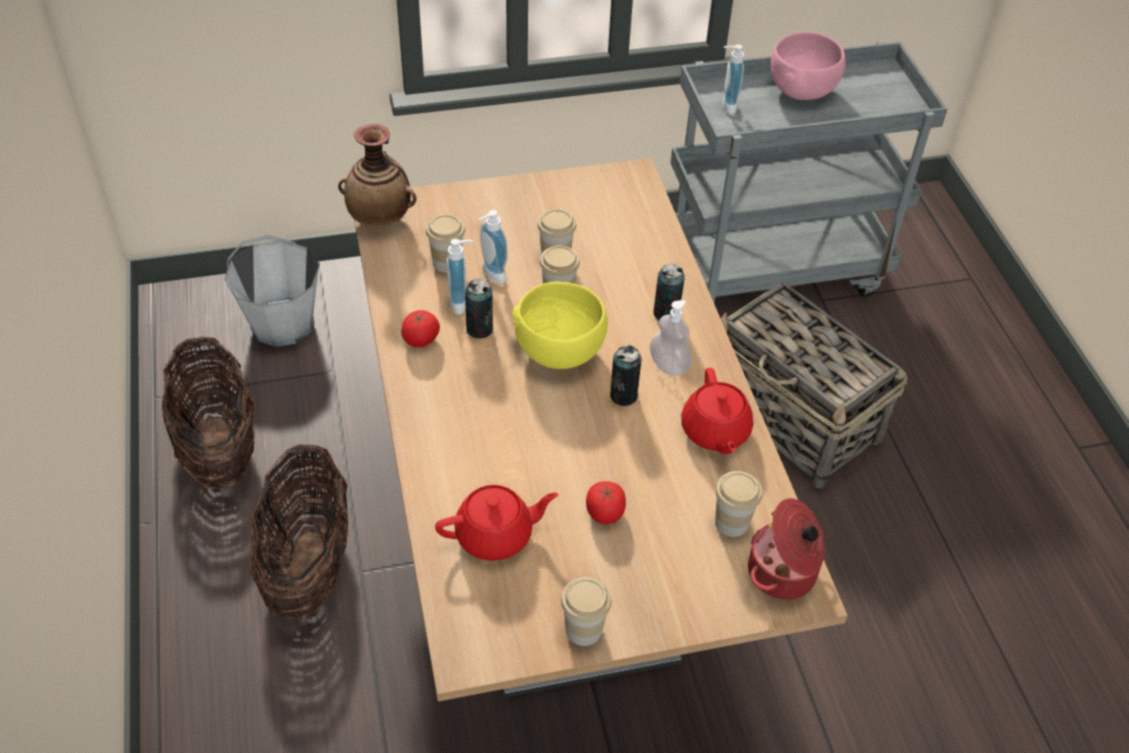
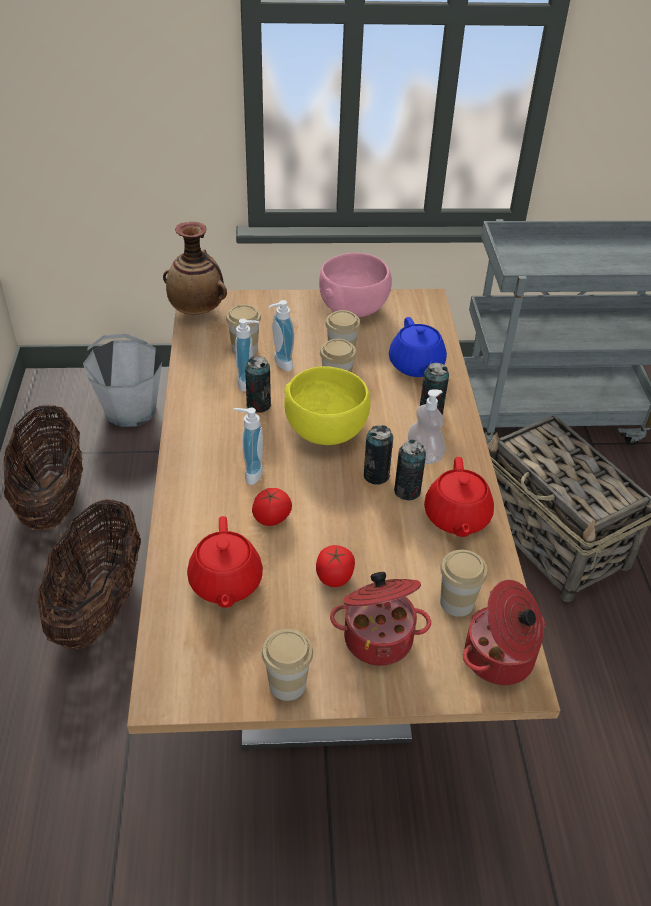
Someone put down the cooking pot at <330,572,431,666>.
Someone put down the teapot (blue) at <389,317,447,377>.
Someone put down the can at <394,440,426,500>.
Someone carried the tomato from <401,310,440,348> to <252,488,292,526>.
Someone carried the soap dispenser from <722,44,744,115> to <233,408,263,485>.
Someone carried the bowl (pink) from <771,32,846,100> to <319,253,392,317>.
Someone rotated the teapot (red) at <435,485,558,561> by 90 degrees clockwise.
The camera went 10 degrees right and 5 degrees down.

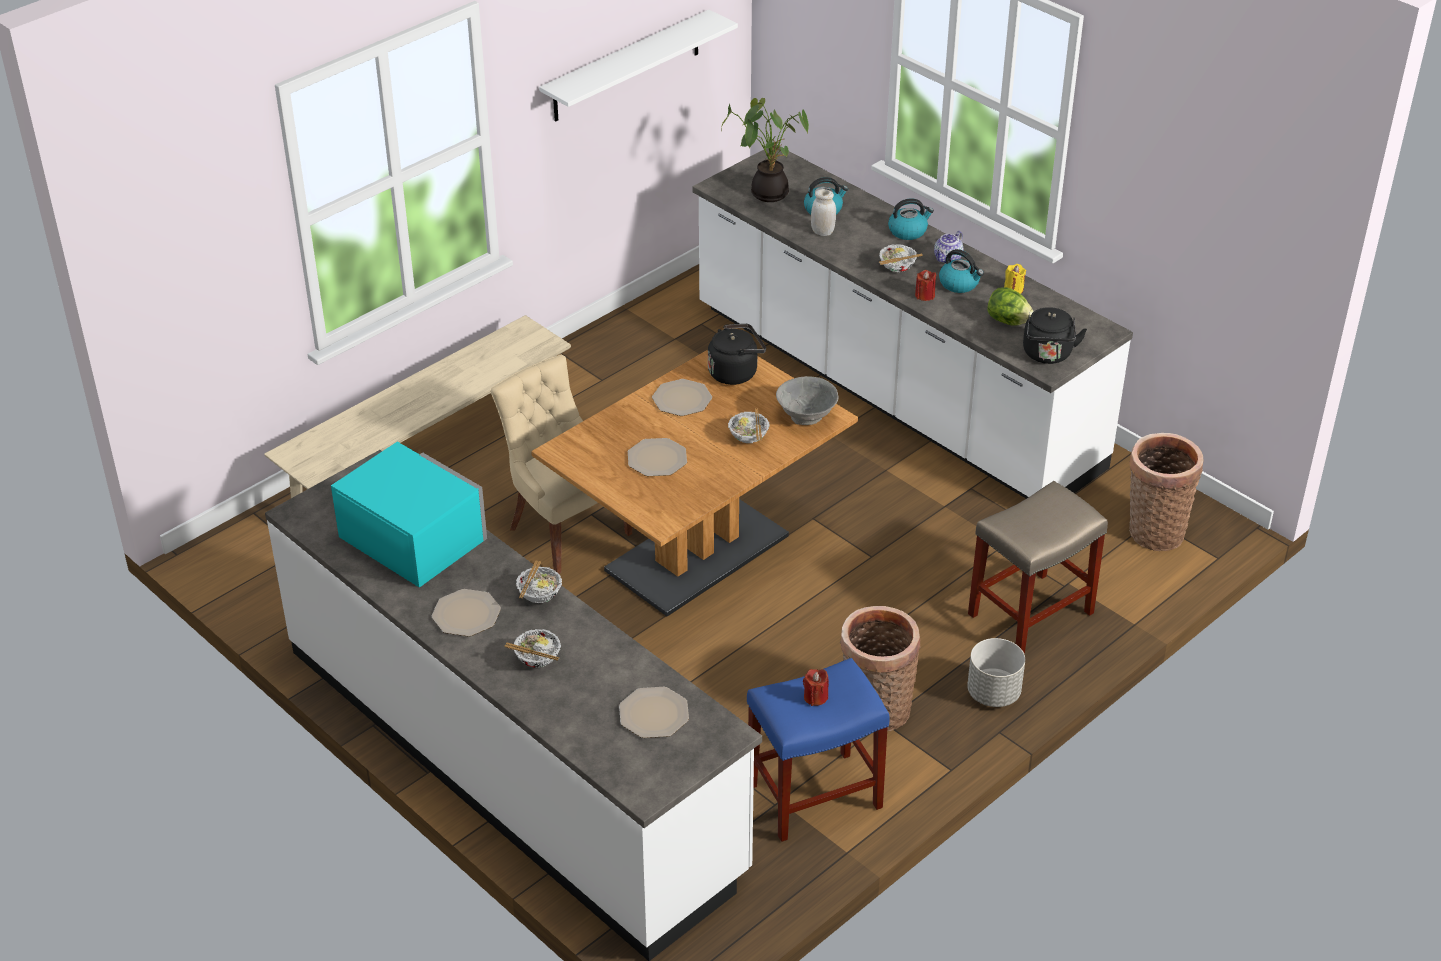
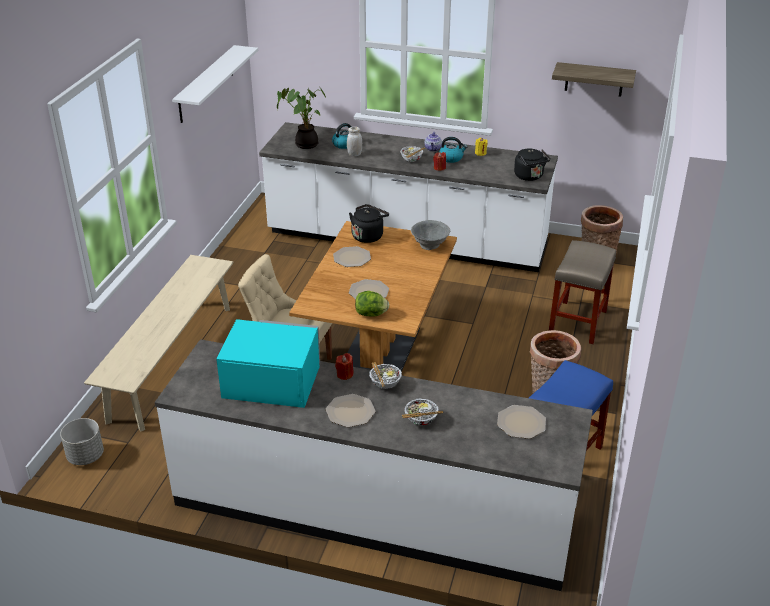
Someone took away the bowl at <728,408,770,443>.
Someone took away the kettle at <888,198,934,240>.
Someone put up the shelf at <552,62,636,97>.
Someone carried the candle (red) from <803,669,829,706> to <335,353,354,380>.
Someone carried the planter (grey) from <967,638,1025,707> to <60,418,104,465>.
Someone carried the lettuce from <987,288,1034,326> to <355,291,389,317>.
The camera went 30 degrees left and 5 degrees down.

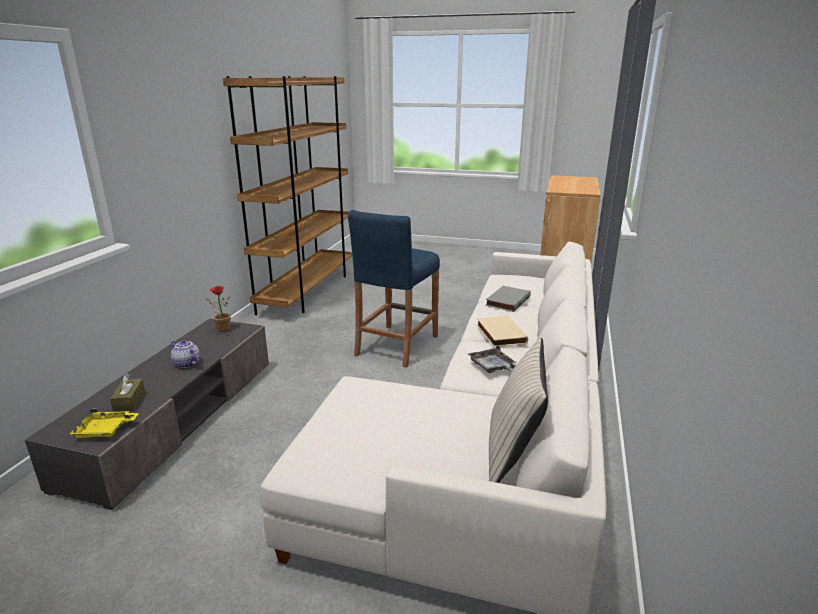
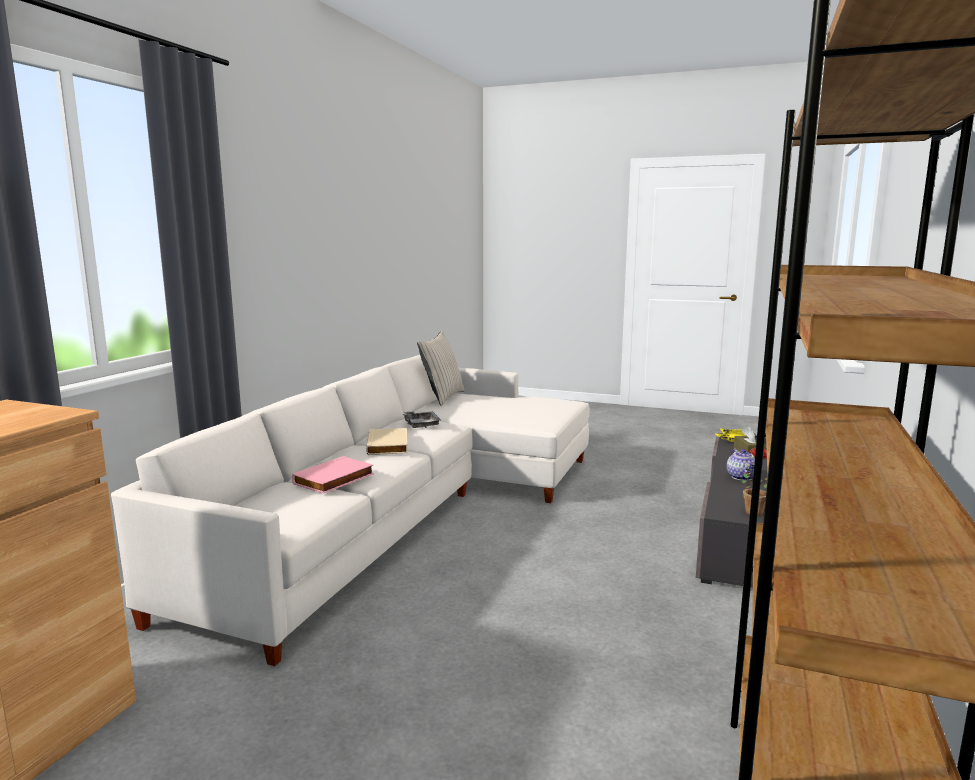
Someone took away the stool (blue) at <348,210,440,368>.
Someone repainted the book (grey) at <485,286,531,312>, which became the book (pink) at <292,456,374,494>.
Someone rotated the teapot at <170,340,200,368> by 45 degrees clockwise.
The camera went 175 degrees left and 10 degrees down.

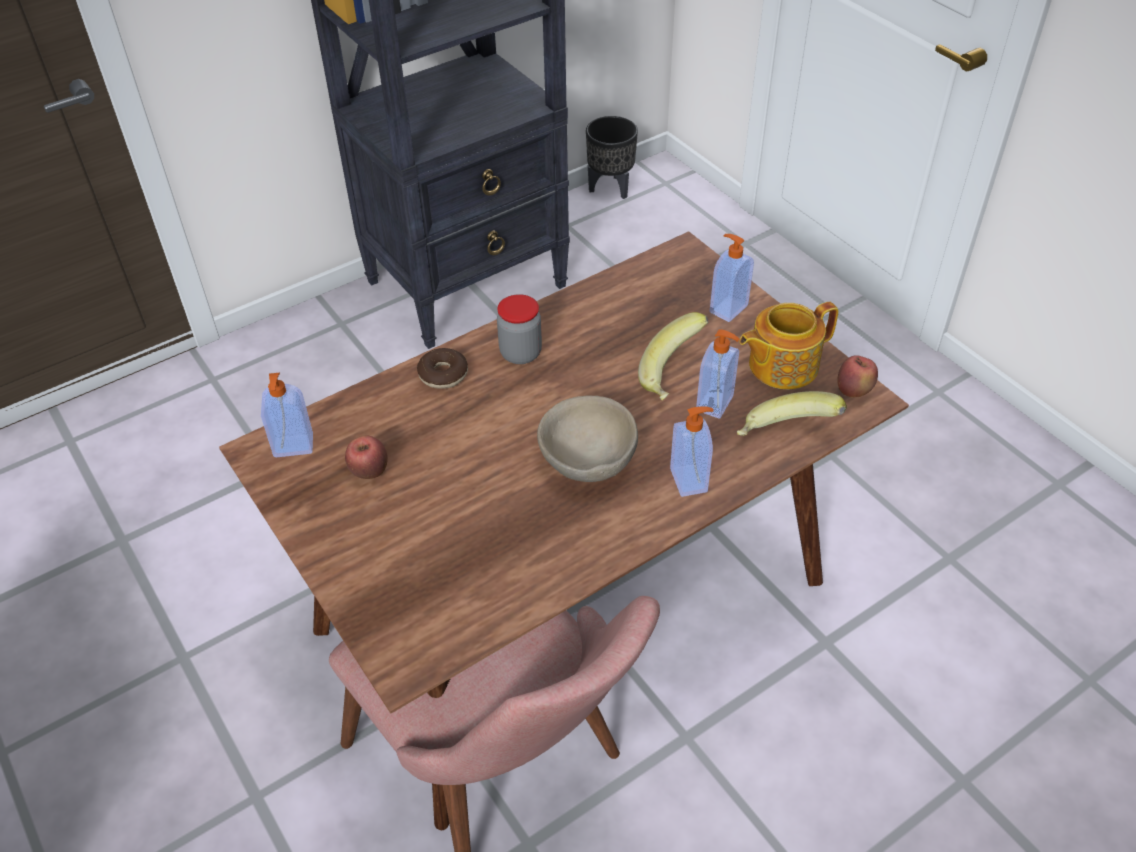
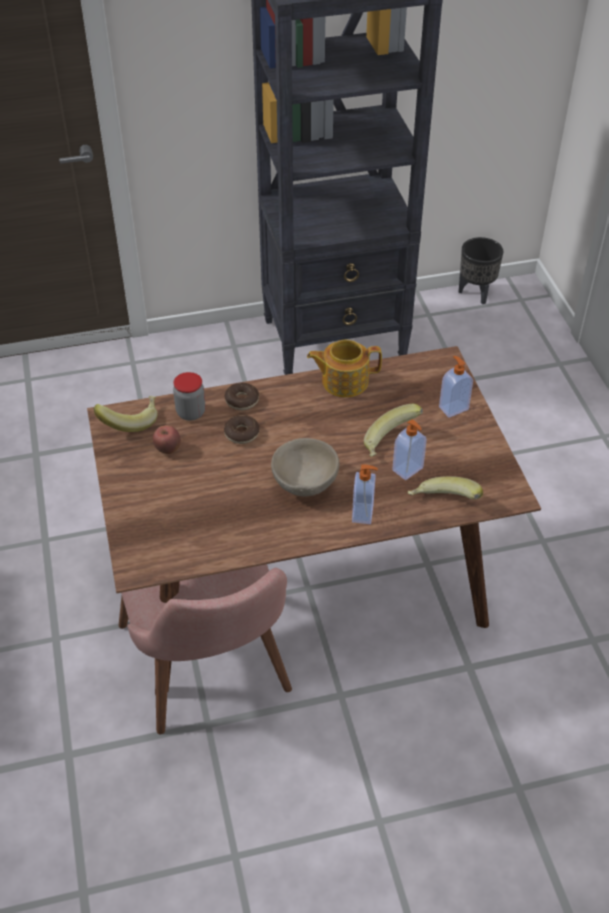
Someone took away the apple at <837,355,878,397>.
Someone put down the donut at <224,415,259,444>.
Someone carried the jar from <497,294,542,364> to <173,372,206,421>.
Someone carried the teapot from <739,302,839,389> to <307,340,382,398>.
Someone swapped the soap dispenser at <261,373,313,457> for the banana at <94,396,158,432>.
The camera went 20 degrees right and 0 degrees up.

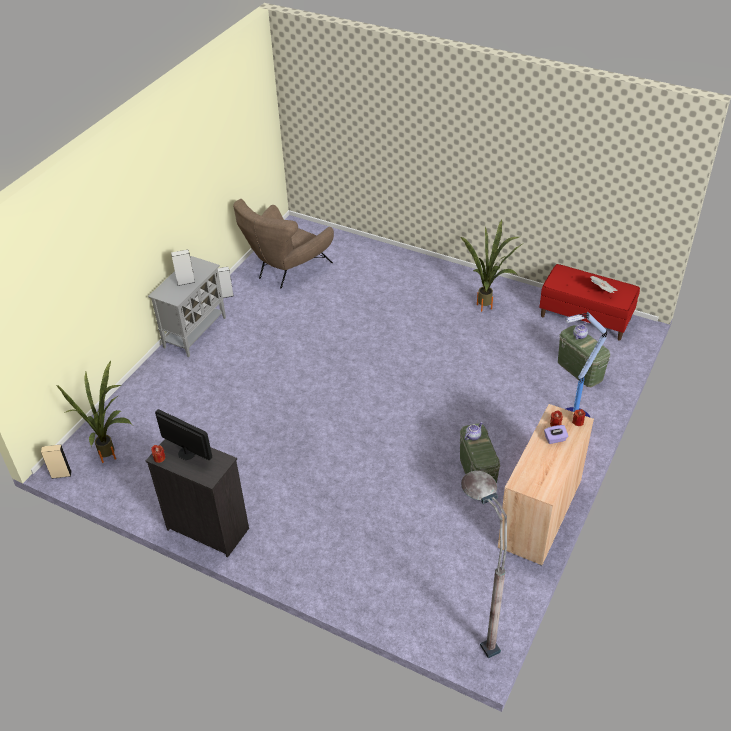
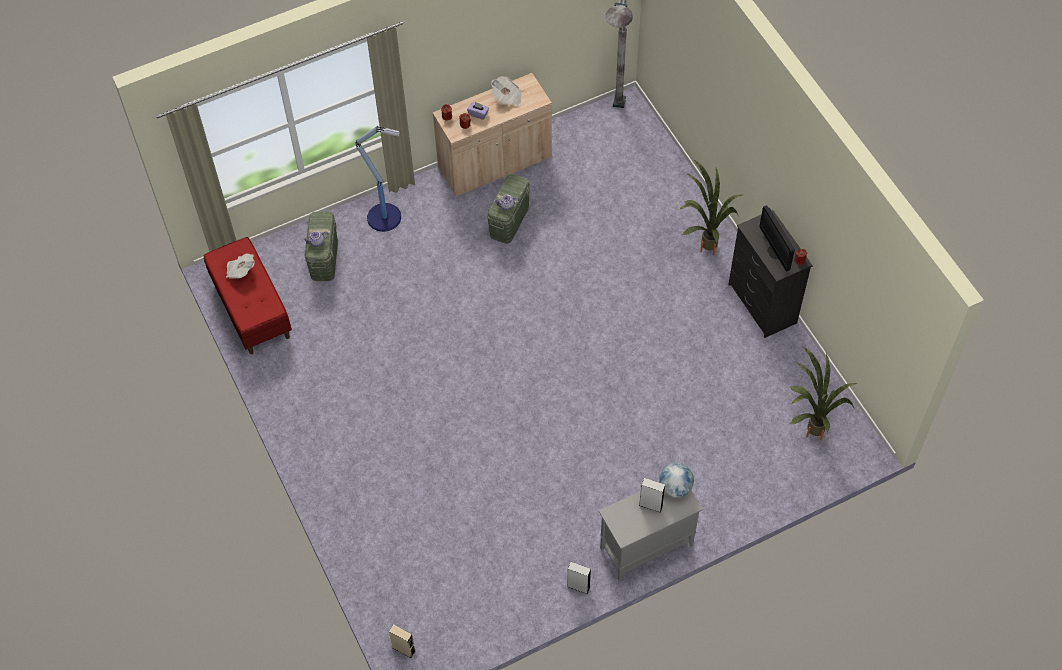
Someone took away the armchair (brown) at <233,199,334,289>.
Someone put down the newspaper at <491,76,522,106>.
Someone put down the globe at <659,463,694,498>.
Someone carried the speaker (beige) from <41,445,72,479> to <389,625,416,658>.
Someone carried the potted plant from <461,220,522,312> to <679,160,742,255>.
The camera went 145 degrees left and 15 degrees up.

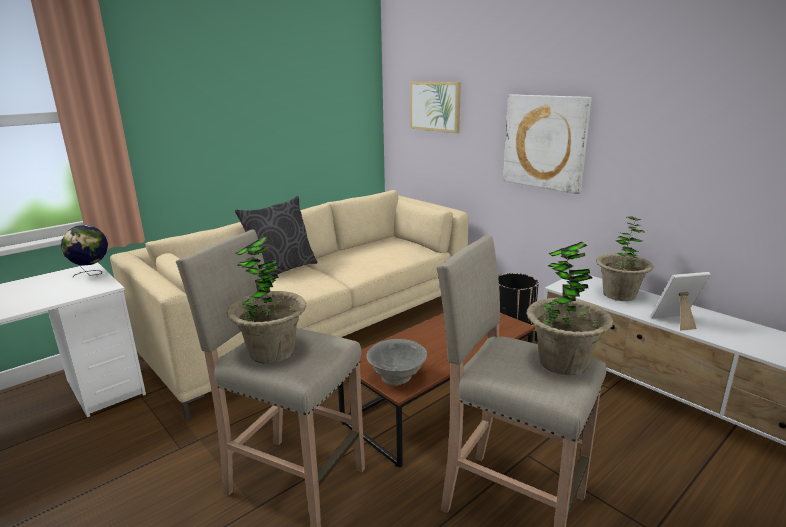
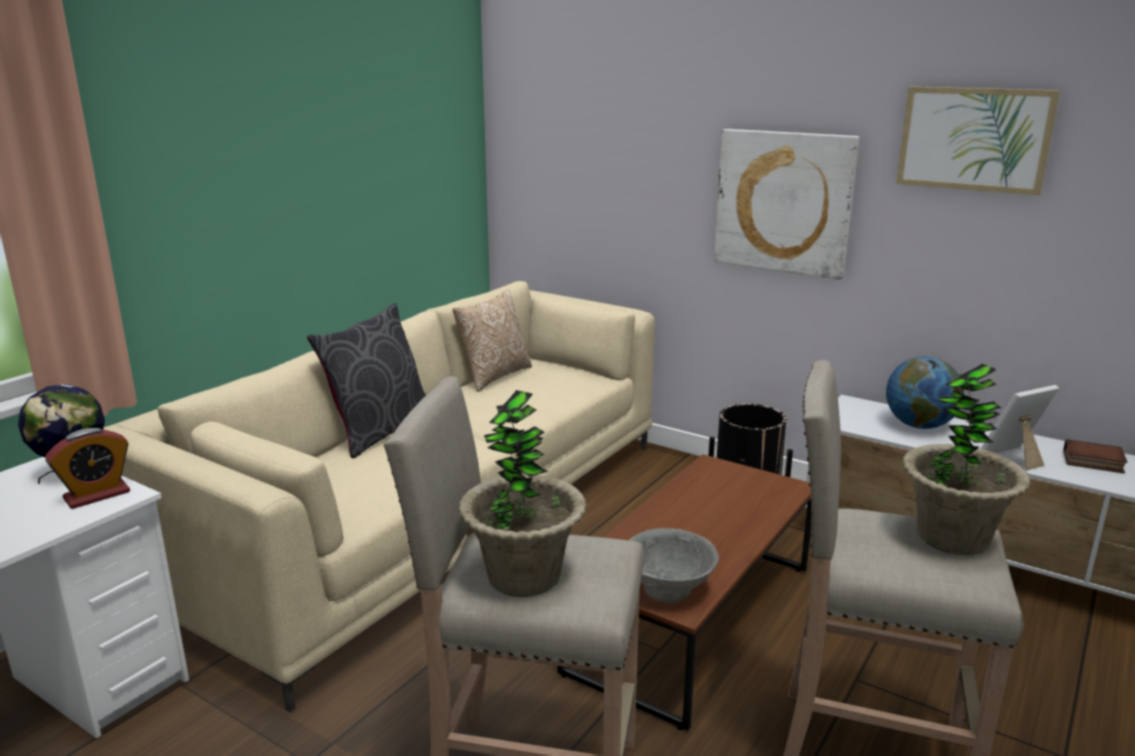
Someone put down the alarm clock at <45,428,130,509>.
Someone put down the pillow at <452,289,532,392>.
Someone put down the book at <1063,439,1127,473>.
Someone carried the picture from <410,81,461,133> to <896,87,1060,195>.
Someone swapped the potted plant at <596,216,654,301> for the globe at <886,356,964,429>.
The camera went 15 degrees left and 0 degrees up.

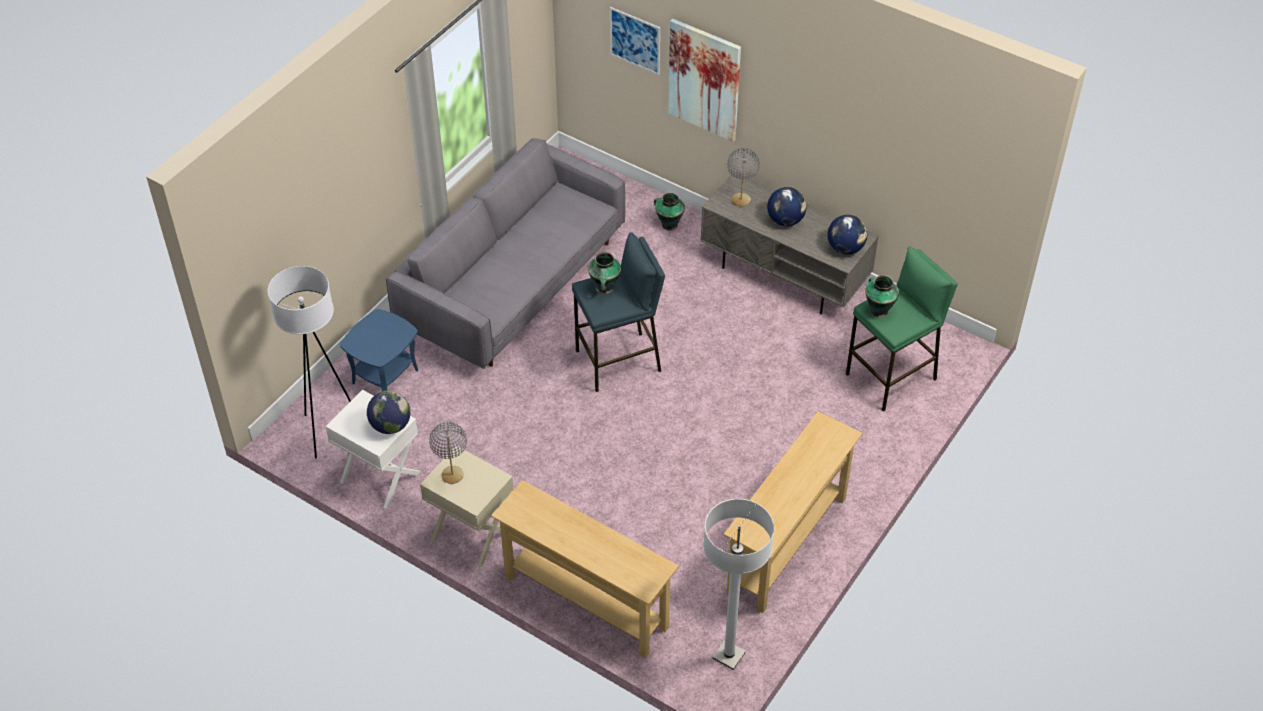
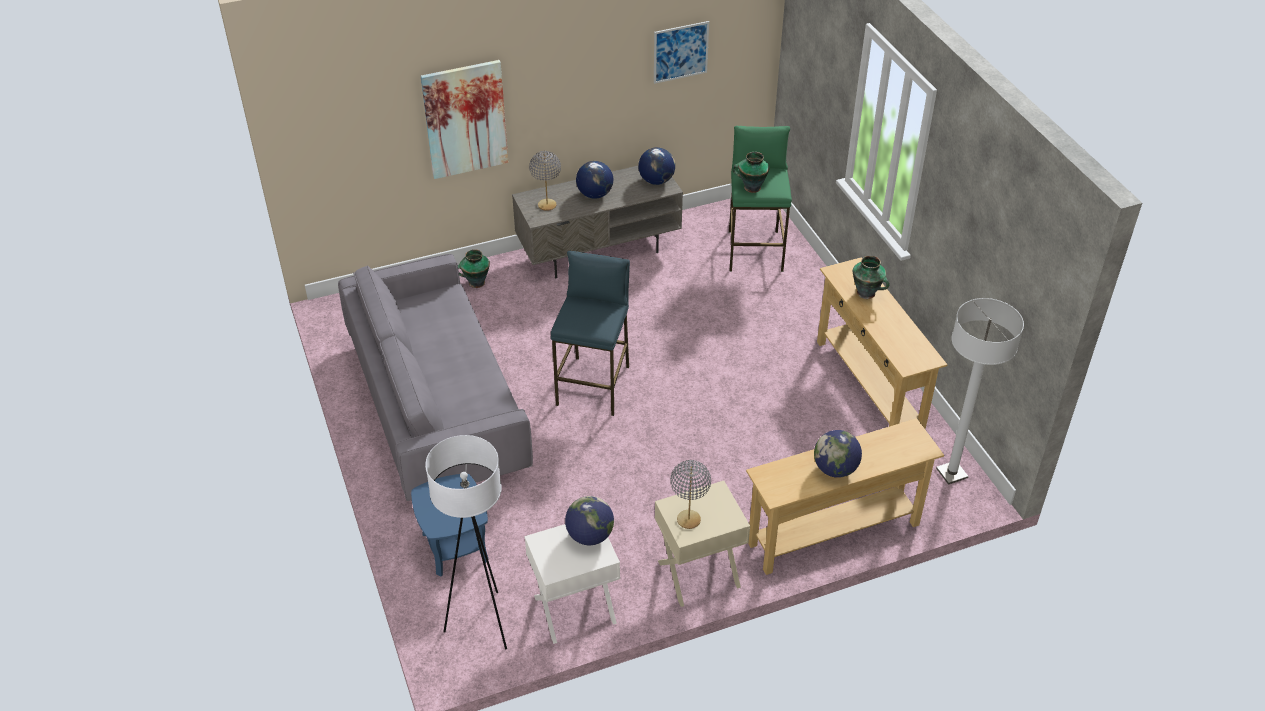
Someone put down the globe at <814,430,862,478>.
Someone carried the vase from <588,252,621,294> to <853,256,890,299>.
Someone carried the picture from <610,7,660,75> to <654,21,709,84>.
The camera went 55 degrees left and 5 degrees down.

